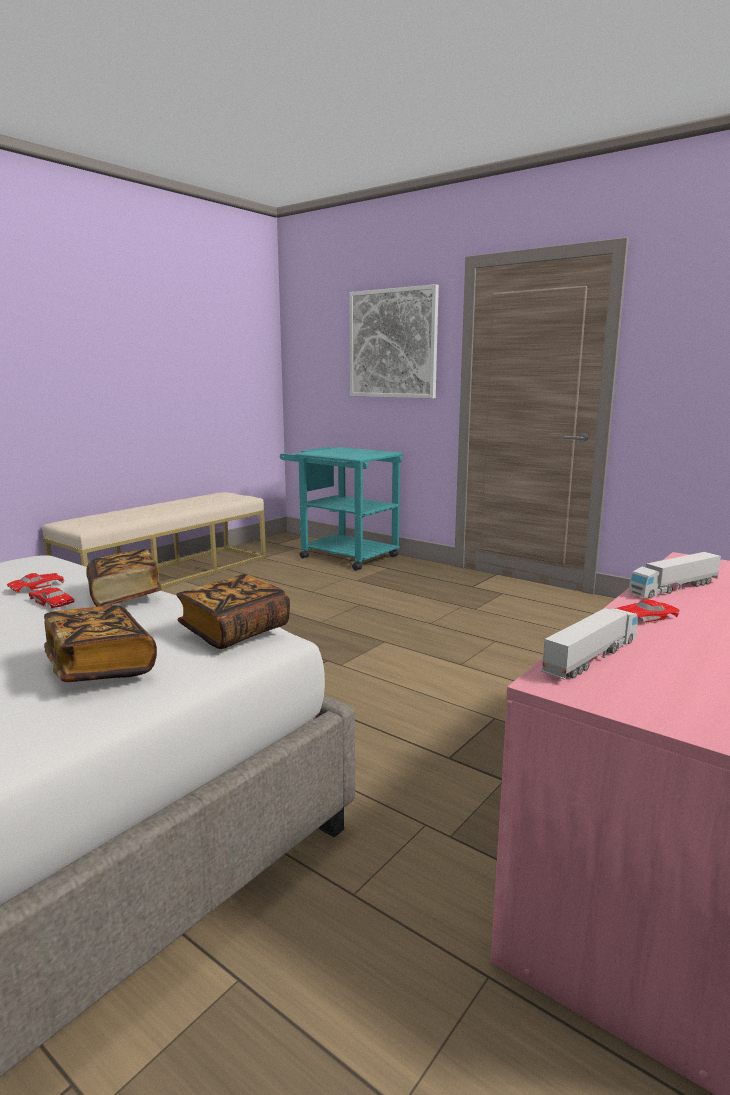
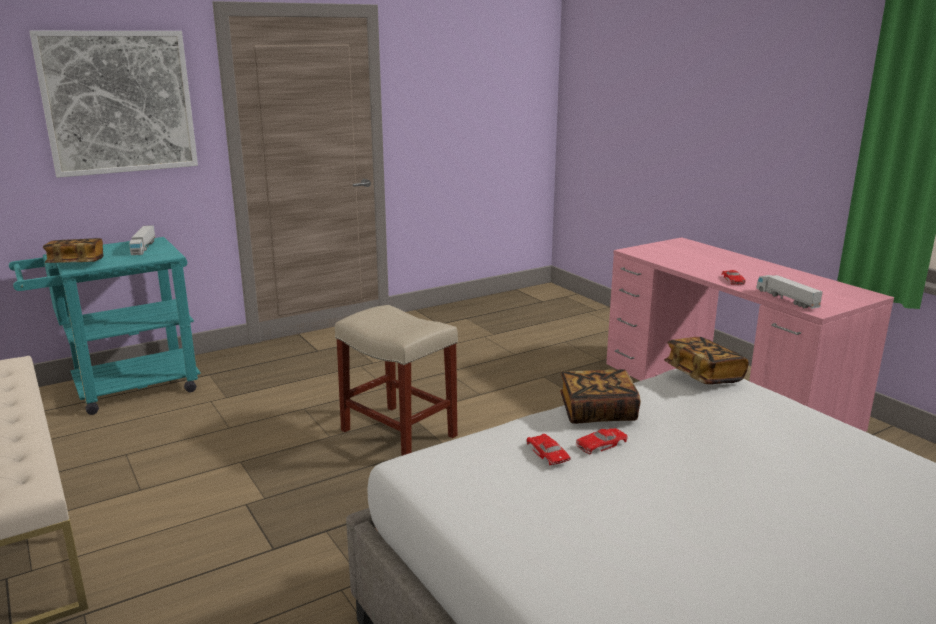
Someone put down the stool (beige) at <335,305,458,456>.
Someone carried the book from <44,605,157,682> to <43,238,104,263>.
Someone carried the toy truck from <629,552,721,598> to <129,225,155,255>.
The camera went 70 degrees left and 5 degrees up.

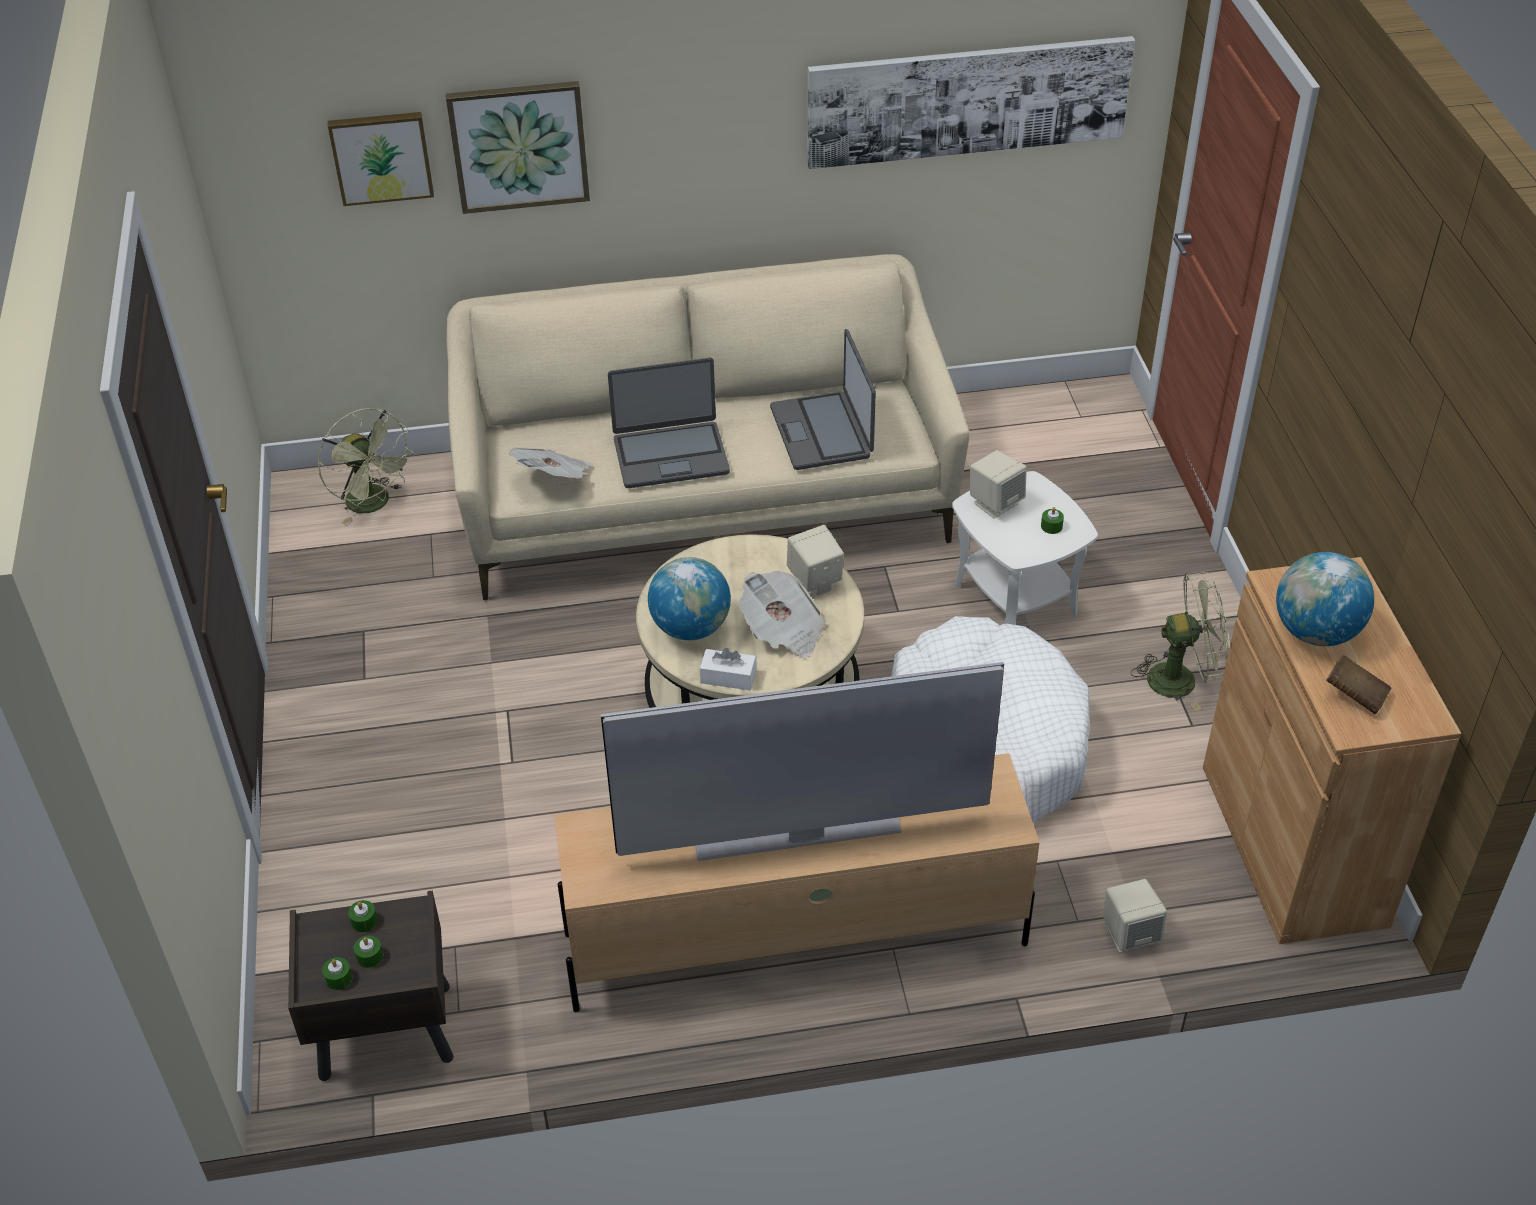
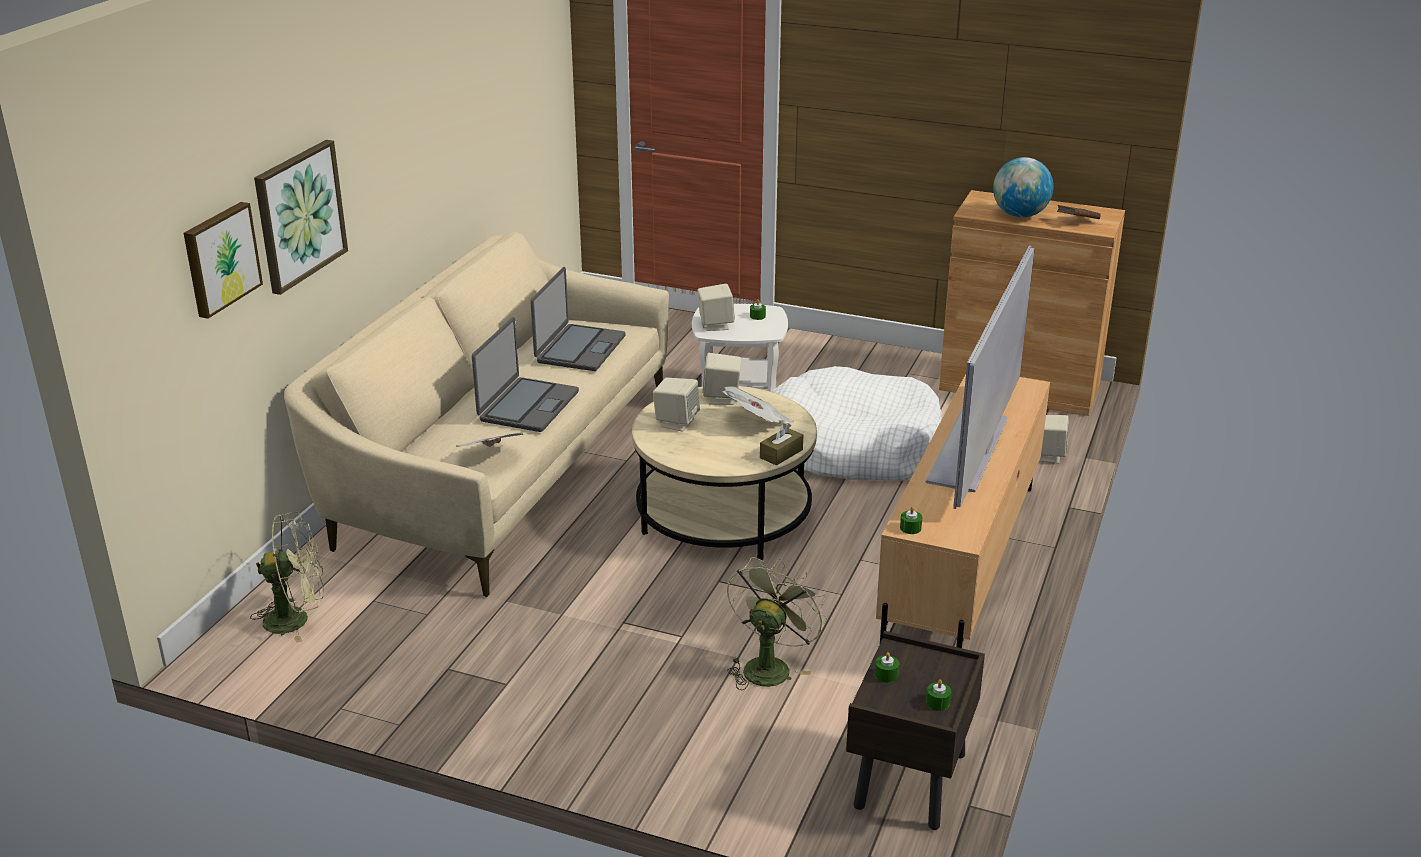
Someone took away the globe at <648,557,731,640>.
Someone took away the picture at <808,36,1135,169>.
Someone put down the speaker (beige) at <653,378,700,432>.
Someone carried the candle (green) from <354,935,383,968> to <900,506,922,534>.
Someone carried the fan (green) from <1131,572,1230,711> to <727,557,827,690>.
Someone repainted the tissue box (white) at <700,648,756,690>, which became the tissue box (brown) at <760,423,803,466>.
Someone rotated the laptop at <770,329,876,470> by 90 degrees counterclockwise.
The camera went 60 degrees left and 15 degrees down.

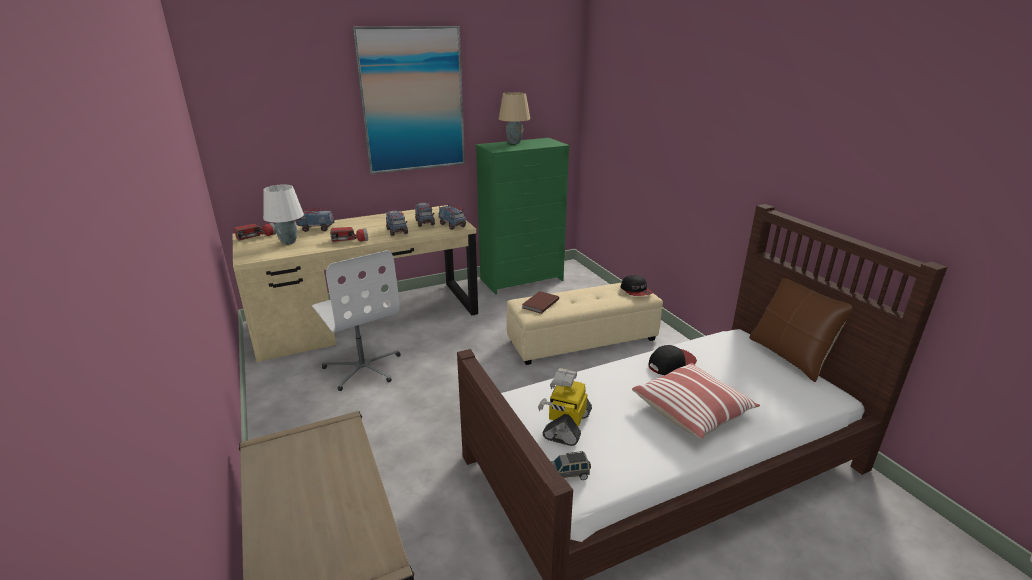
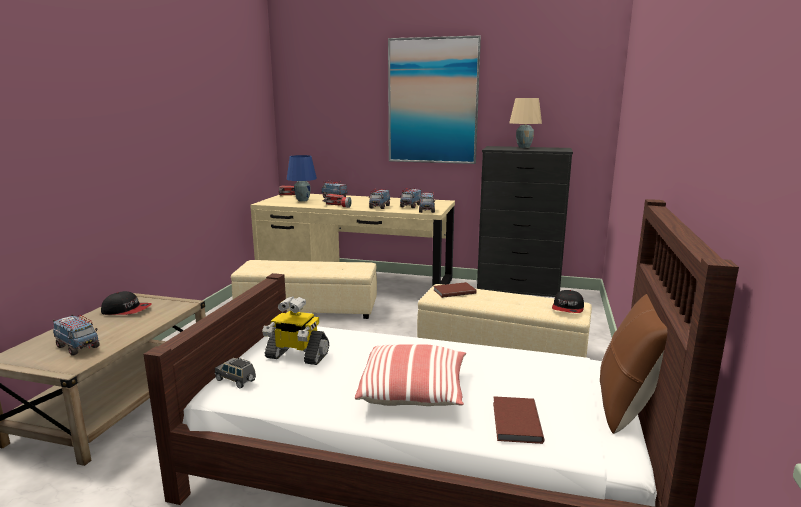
Someone put down the toy truck at <53,314,99,356>.
Someone put down the book (brown) at <493,396,544,444>.
Someone carried the cap from <649,345,697,375> to <101,291,152,315>.
Someone swapped the office chair (white) at <312,250,401,391> for the ottoman (beige) at <231,260,377,319>.
Someone repainted the table lamp (white) at <263,185,304,245>, which became the table lamp (blue) at <287,155,317,202>.
Someone repainted the dresser (green) at <475,138,570,295>, which became the dresser (black) at <477,146,573,297>.
Someone rotated the toy robot at <538,368,592,446> by 135 degrees counterclockwise.
The camera went 40 degrees right and 10 degrees down.

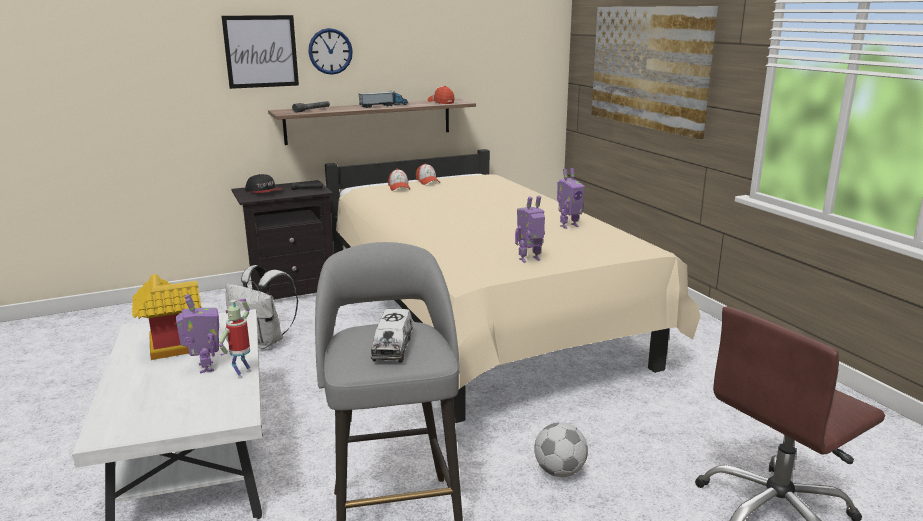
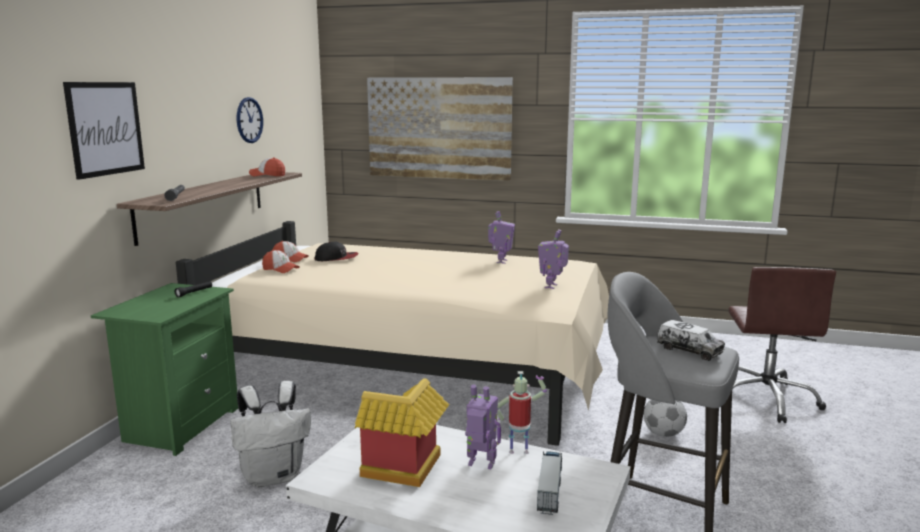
Someone carried the cap from <245,174,282,193> to <315,242,358,261>.
Someone carried the wall clock from <308,28,353,75> to <237,97,263,143>.
Someone carried the toy truck from <359,90,409,108> to <537,451,562,515>.
Someone repainted the nightstand (black) at <231,180,334,300>, which became the nightstand (green) at <91,283,238,456>.
Someone rotated the toy robot at <219,299,251,379> by 120 degrees clockwise.
The camera went 50 degrees left and 5 degrees down.

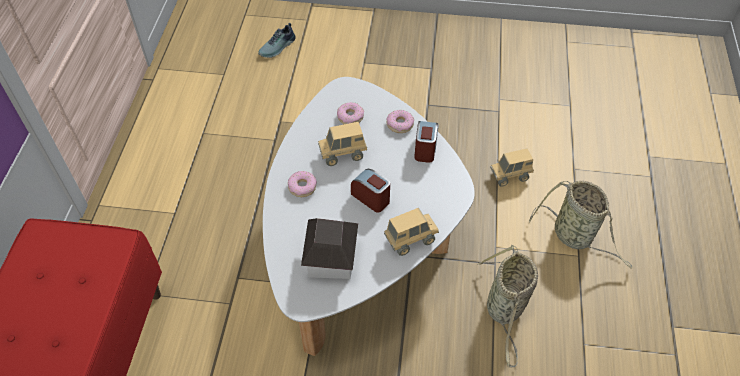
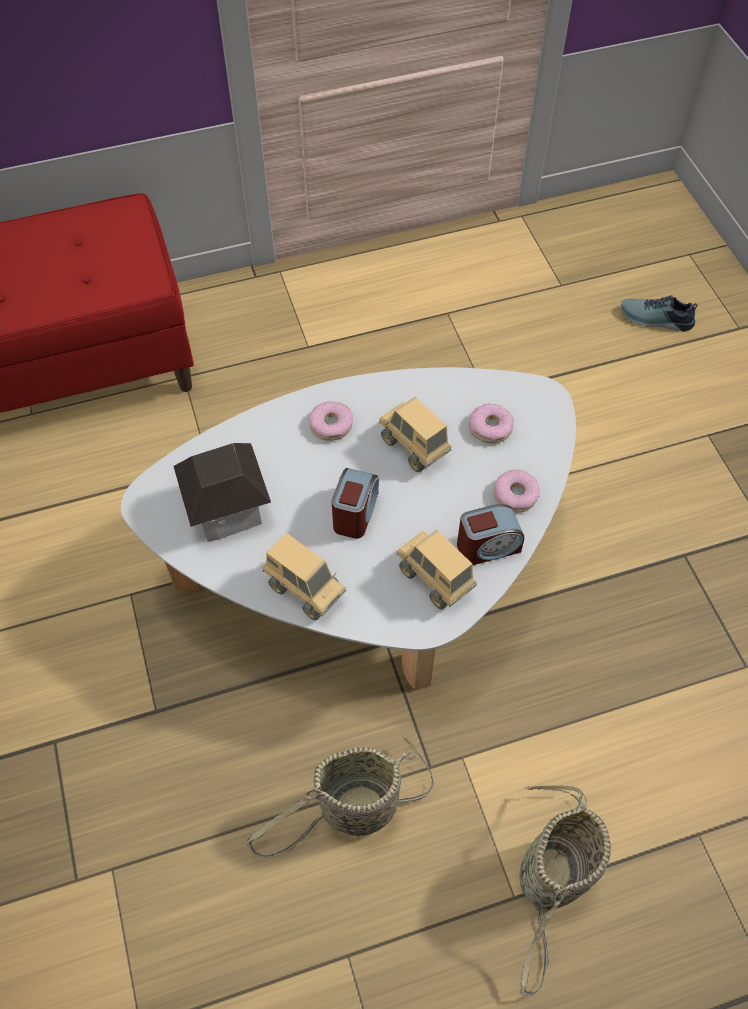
Someone carried the toy truck from <490,149,534,187> to <397,530,477,609>.
The camera went 65 degrees right and 5 degrees up.

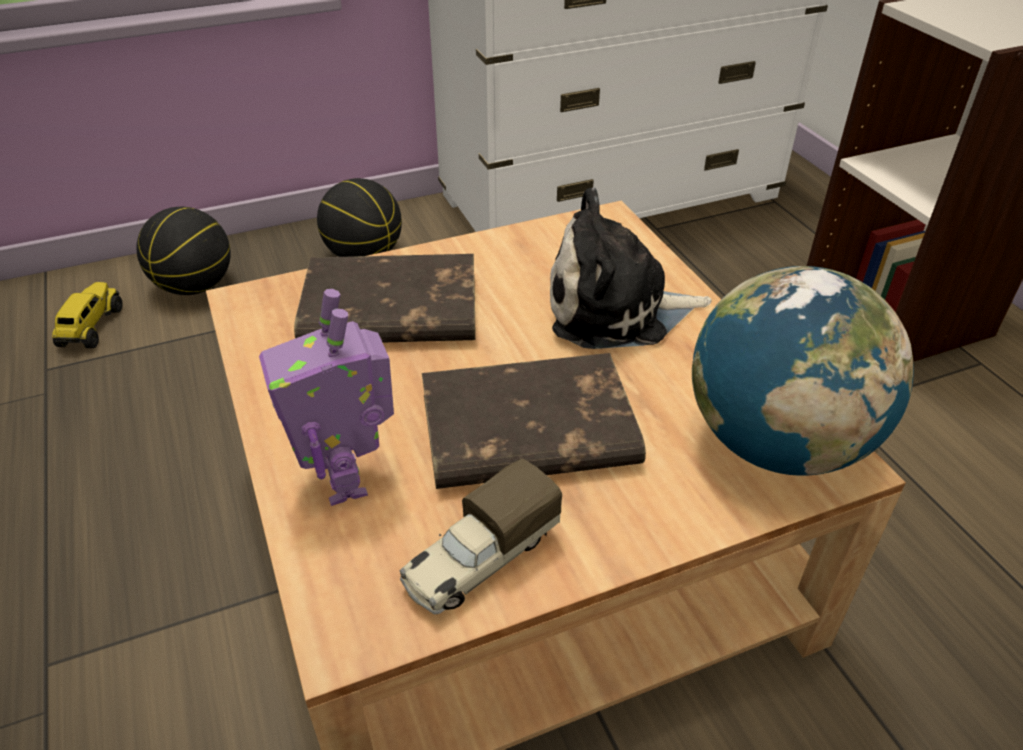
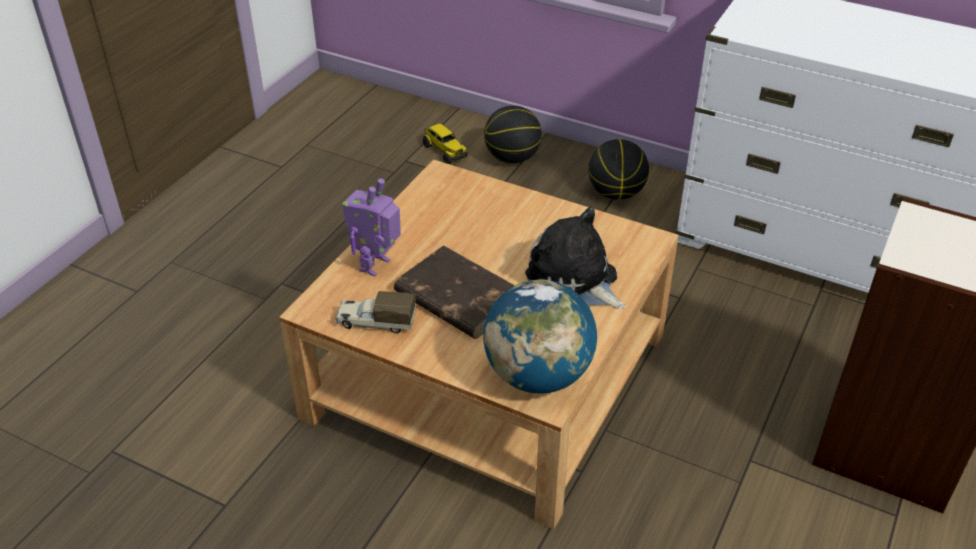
Someone took away the book (brown) at <294,254,476,343>.
Someone rotated the toy truck at <52,282,123,348> by 90 degrees clockwise.
The camera went 50 degrees right and 0 degrees up.

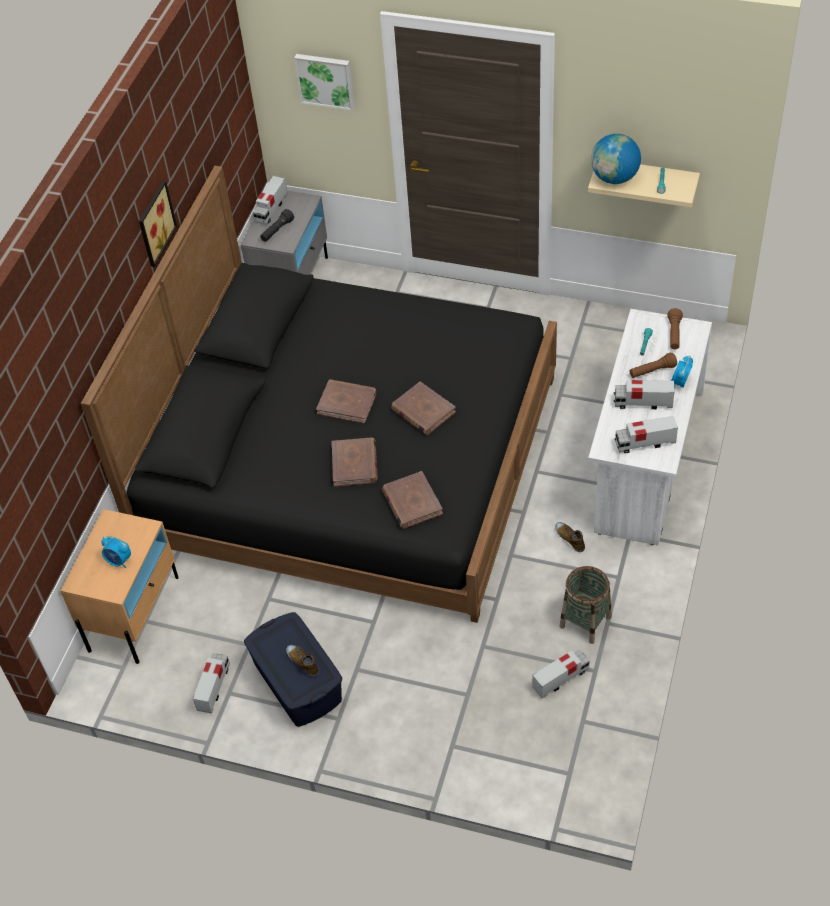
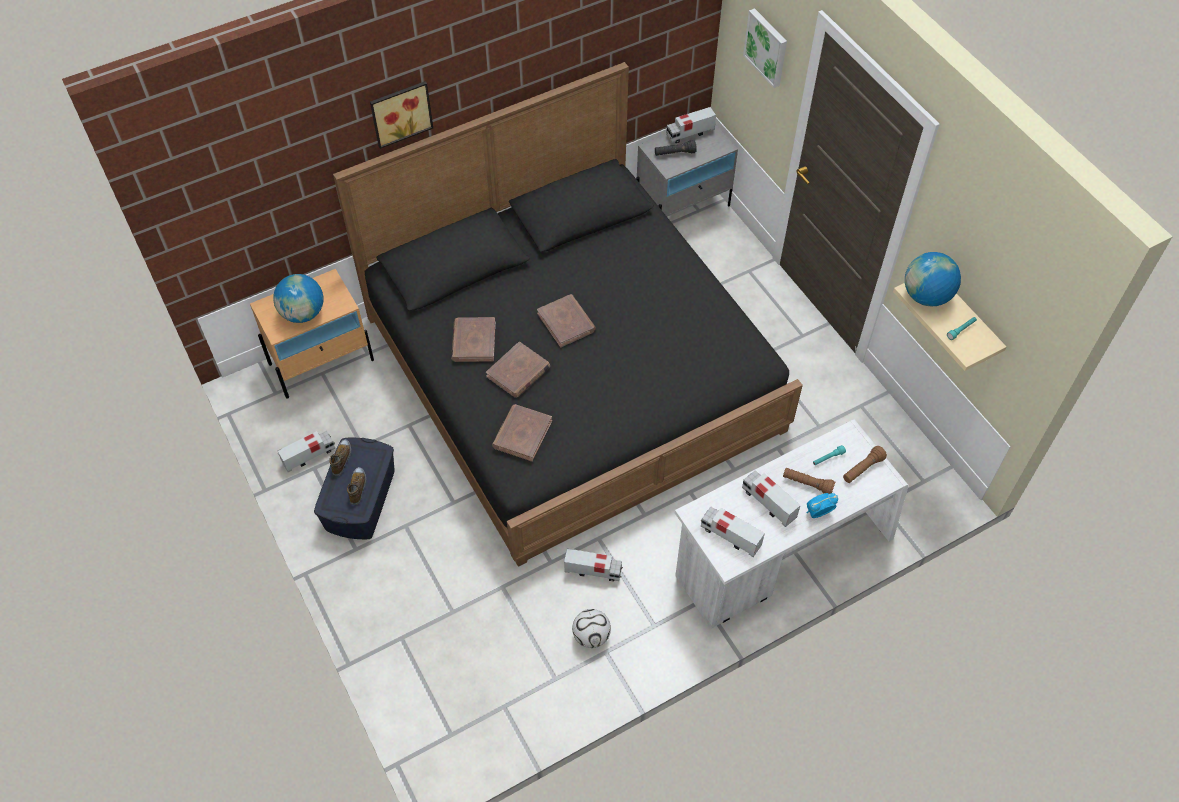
Someone carried the picture from <139,181,177,267> to <370,81,433,149>.
Someone carried the book (brown) from <391,381,456,435> to <451,317,496,362>.
Someone carried the toy truck from <532,650,590,698> to <564,549,623,582>.
Someone carried the shoe from <555,522,585,552> to <329,440,351,476>.
Someone swapped the alarm clock at <101,536,131,568> for the globe at <273,274,323,323>.
Someone swapped the basket at <560,566,611,644> for the football at <572,609,611,648>.
The camera went 40 degrees right and 5 degrees up.

